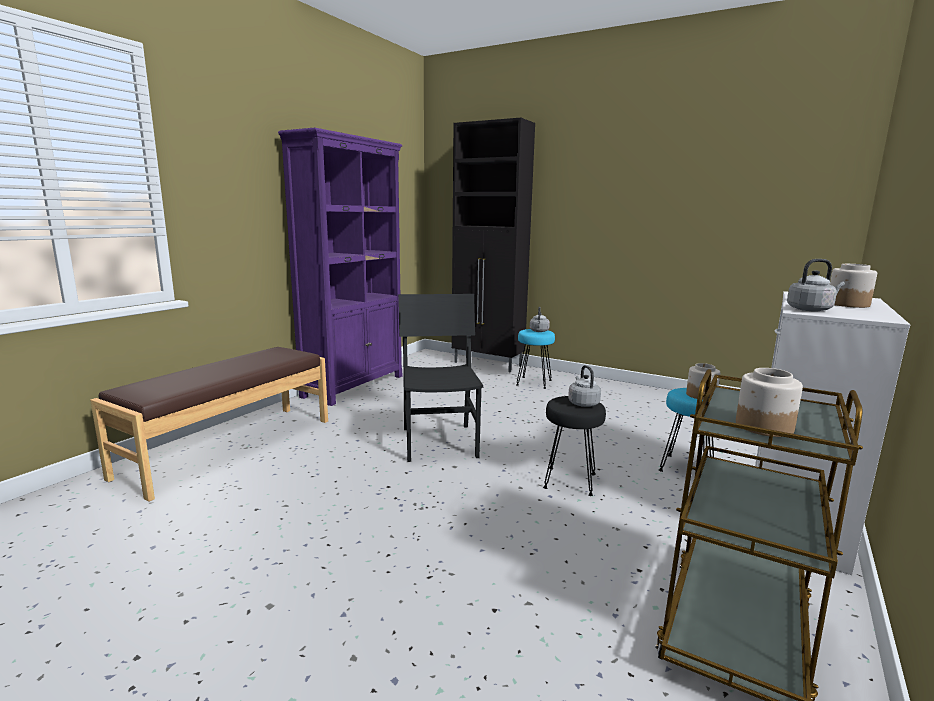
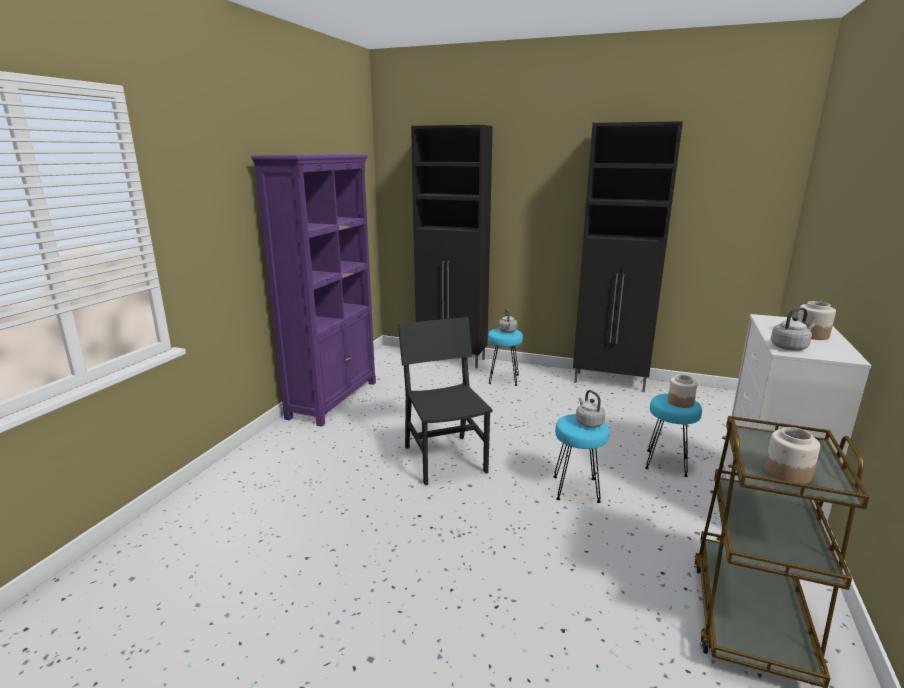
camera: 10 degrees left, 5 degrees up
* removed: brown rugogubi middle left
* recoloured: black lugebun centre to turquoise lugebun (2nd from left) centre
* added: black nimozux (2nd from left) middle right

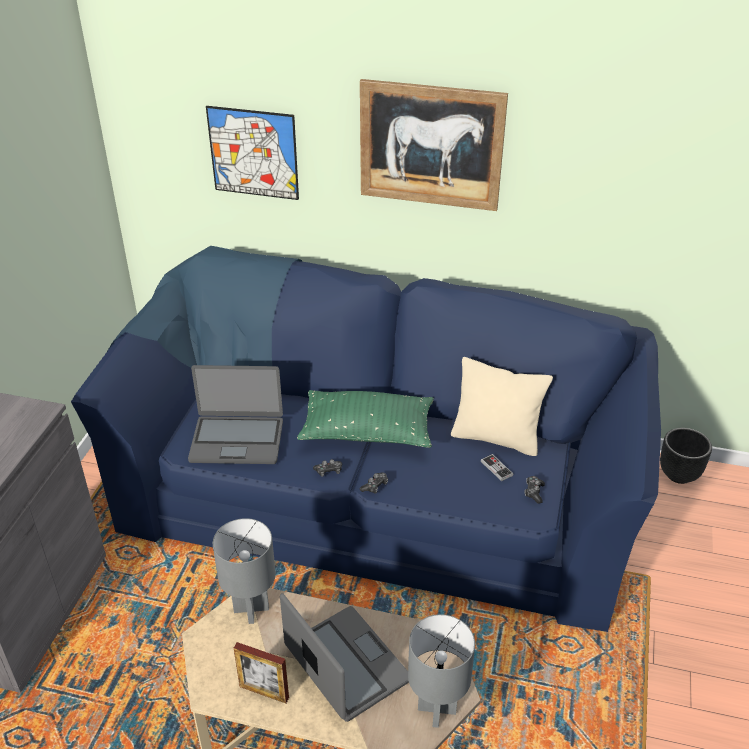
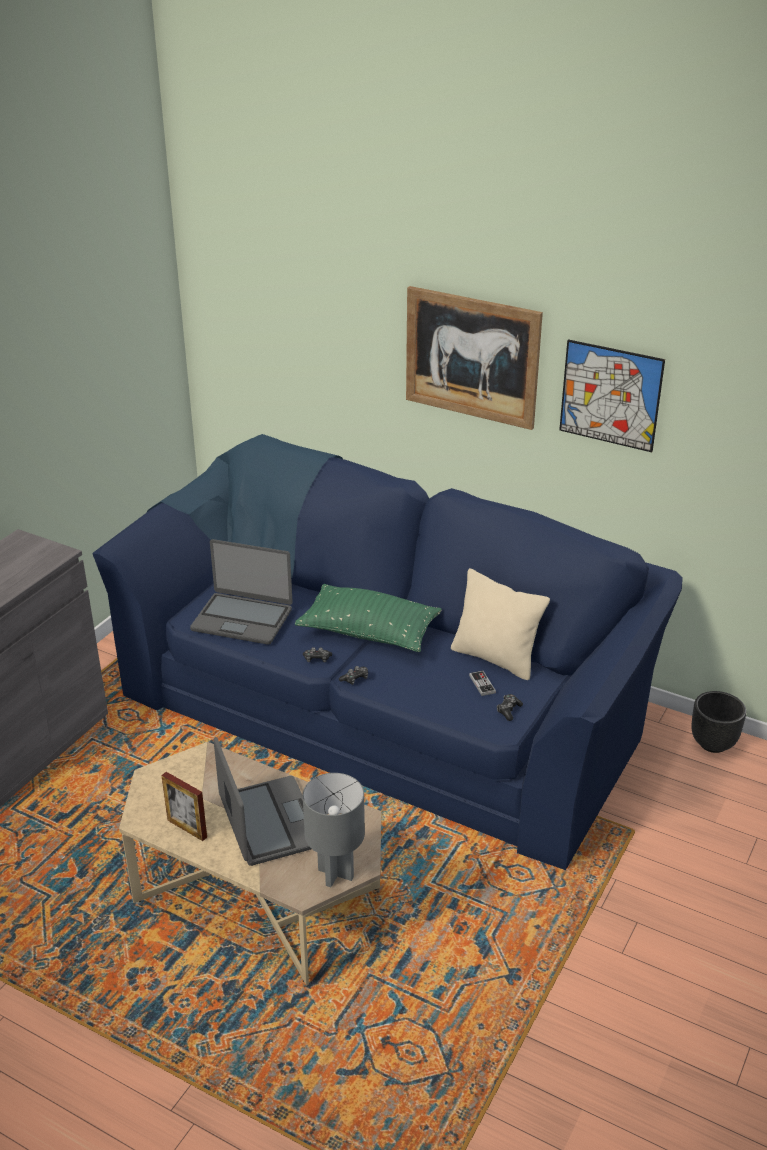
camera: 15 degrees right, 5 degrees down
* moved: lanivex (1st from left in the first image) top centre to lanivex (2nd from left) middle right
* removed: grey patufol (1st from left) bottom left

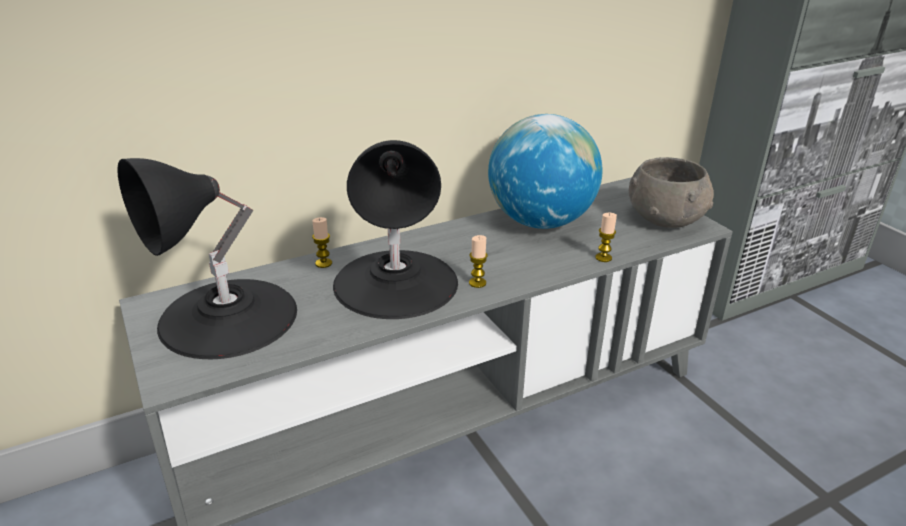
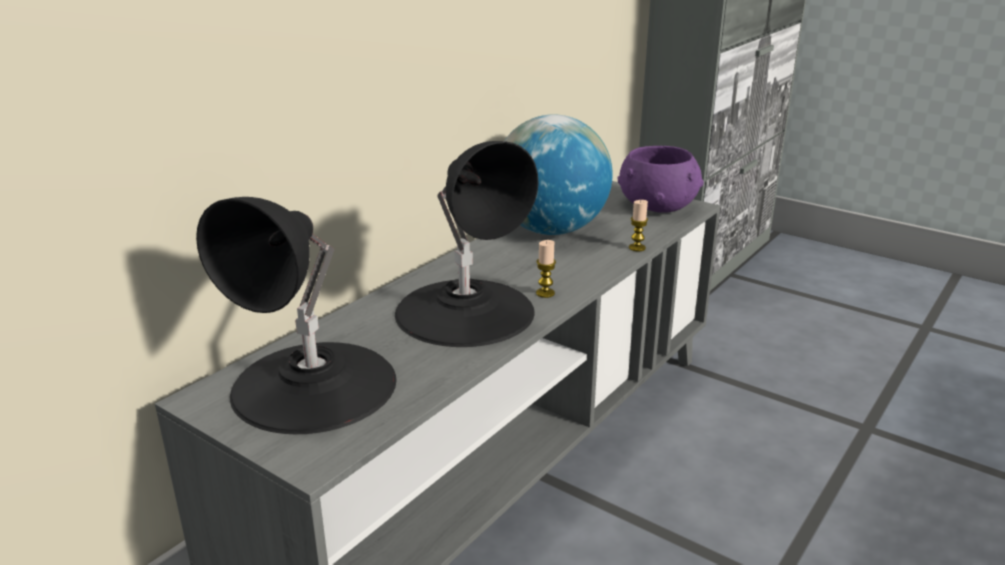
camera: 25 degrees left, 5 degrees down
* recoloured: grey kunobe middle right to purple kunobe top centre
* removed: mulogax (1st from left) centre

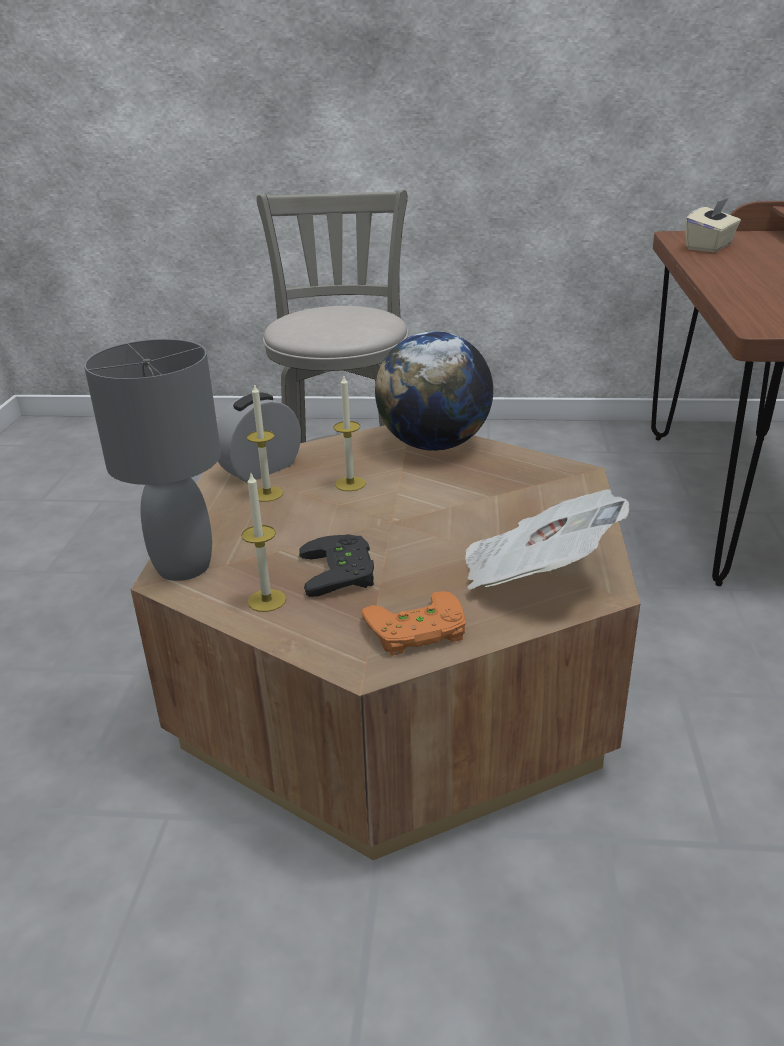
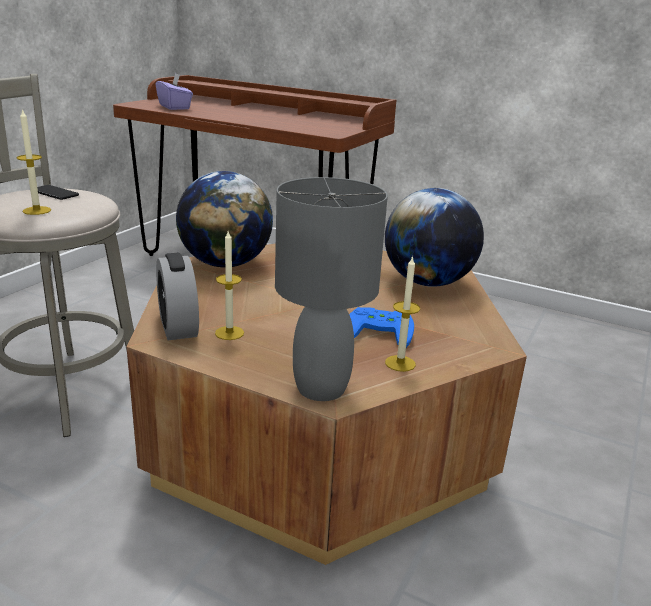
camera: 70 degrees left, 5 degrees down
* recoloured: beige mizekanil top right to purple mizekanil top left
* moved: mulogax (3rd from left in the first image) centre to mulogax (1st from left) top left
* replaced: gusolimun middle right to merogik (2nd from left) middle right
* recoloured: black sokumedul centre to blue sokumedul centre
* removed: orange sokumedul centre
* added: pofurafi top left

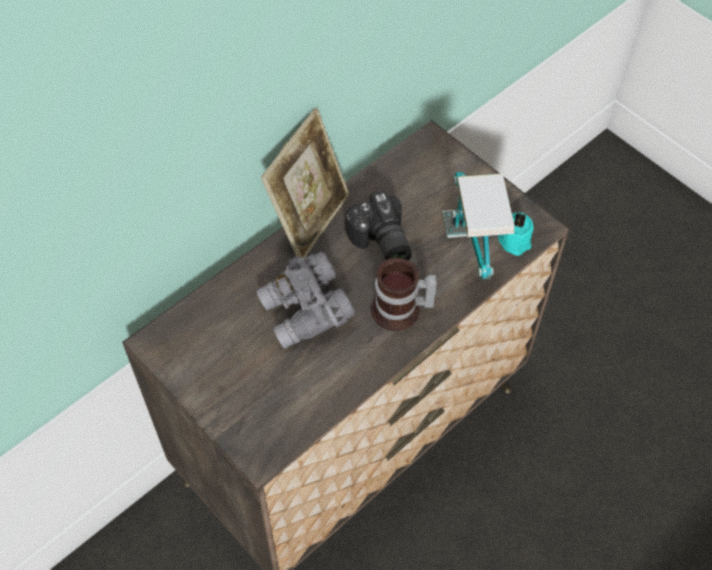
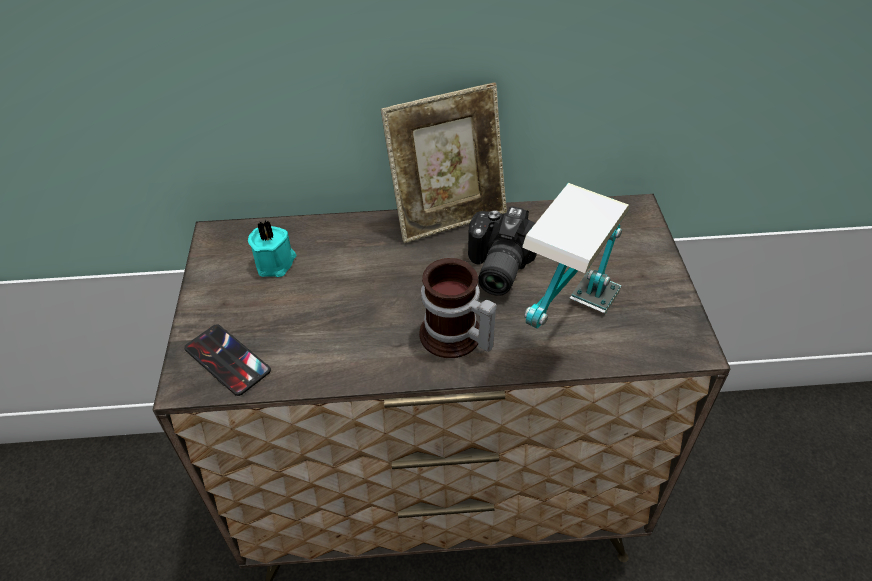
camera: 40 degrees right, 10 degrees down
* moved: turquoise mulogax middle right to middle left
* removed: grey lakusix centre
* added: pofurafi middle left

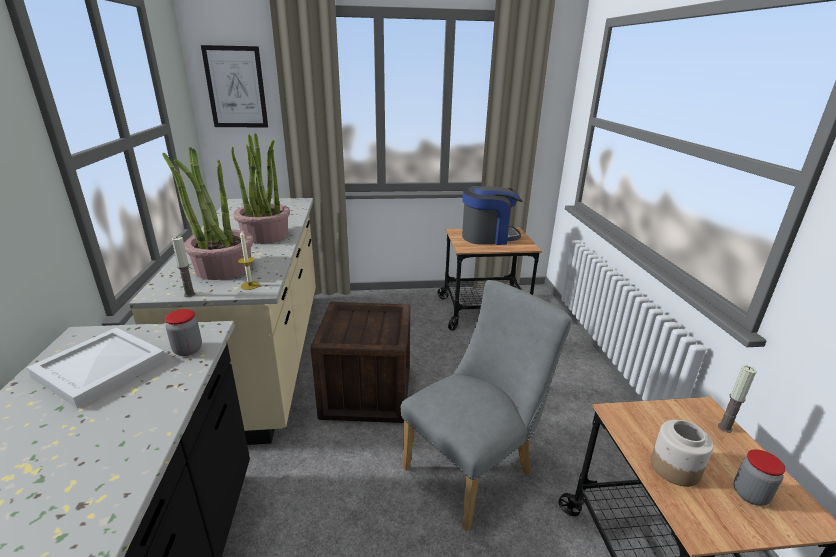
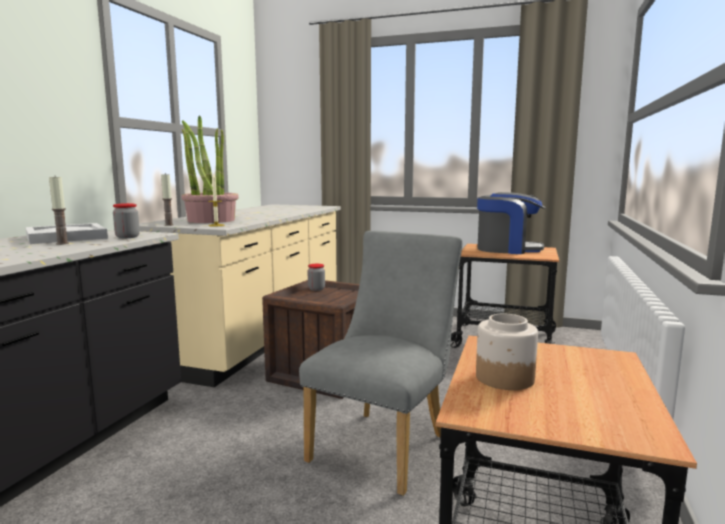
camera: 25 degrees right, 15 degrees down
* removed: lanivex top left
* removed: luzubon (2nd from left) middle left
* turned: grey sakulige bottom centre = bottom centre 45 degrees counterclockwise
* moved: mulogax (3rd from left in the first image) bottom right to mulogax (1st from left) middle left
* moved: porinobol (3rd from left in the first image) bottom right to porinobol (2nd from left) centre

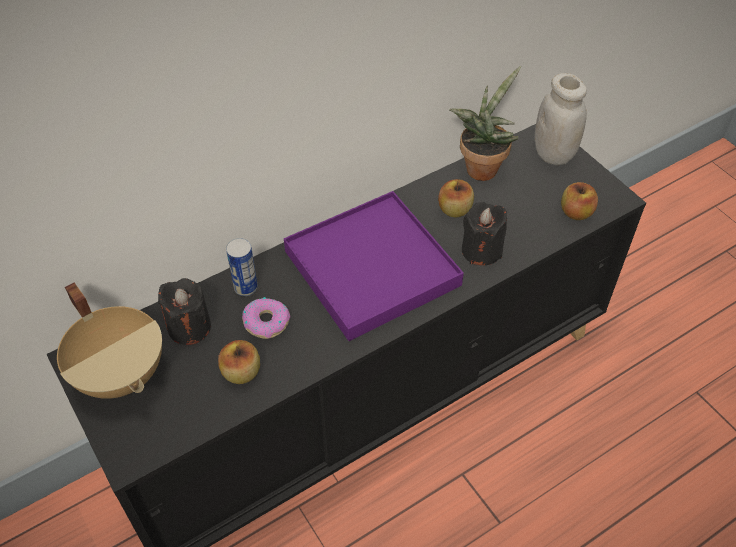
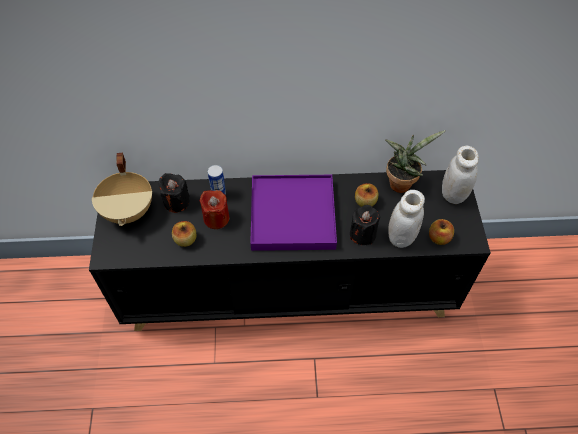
camera: 30 degrees right, 5 degrees up
* replaced: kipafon centre to red mulogax centre
* added: white porinobol (1st from left) middle right

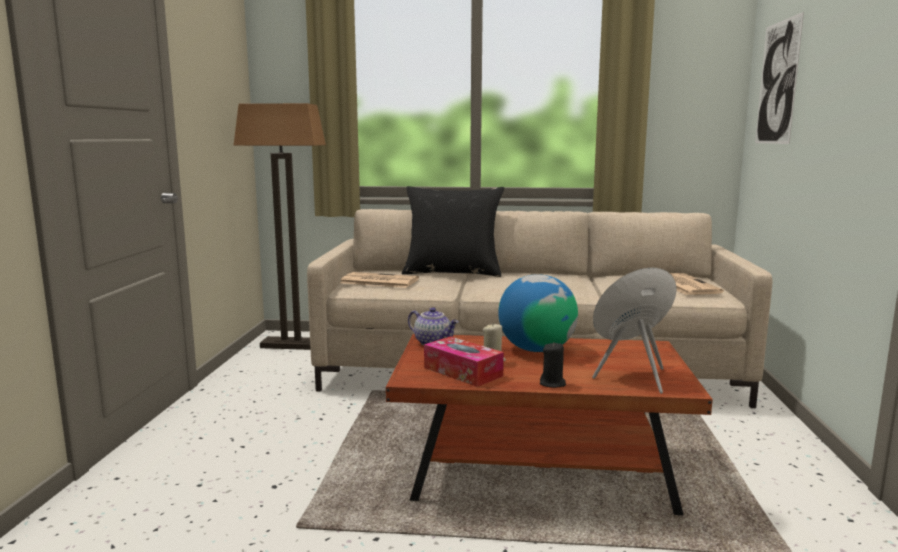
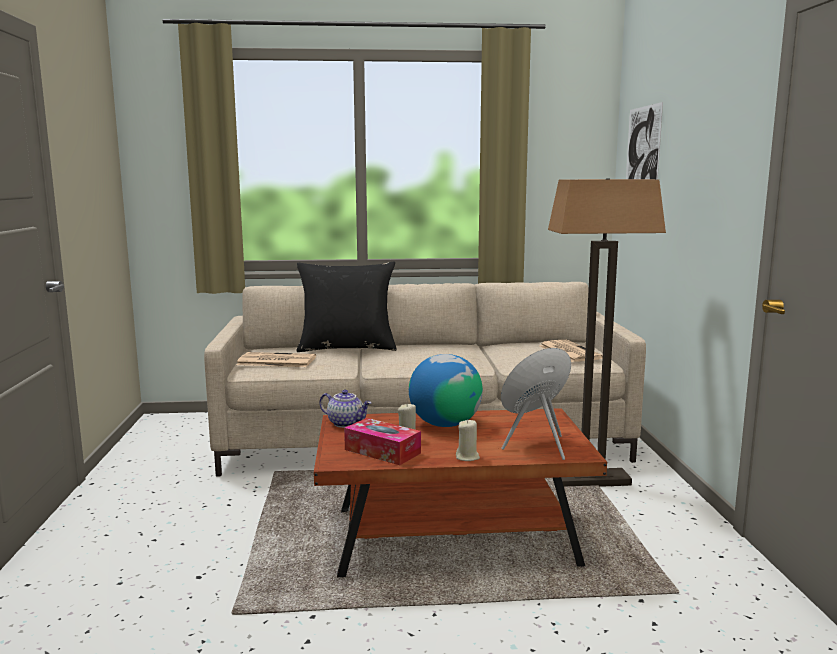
camera: 10 degrees left, 0 degrees up
* moved: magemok middle left to middle right
* recoloured: black mulogax centre to beige mulogax (2nd from left) bottom centre

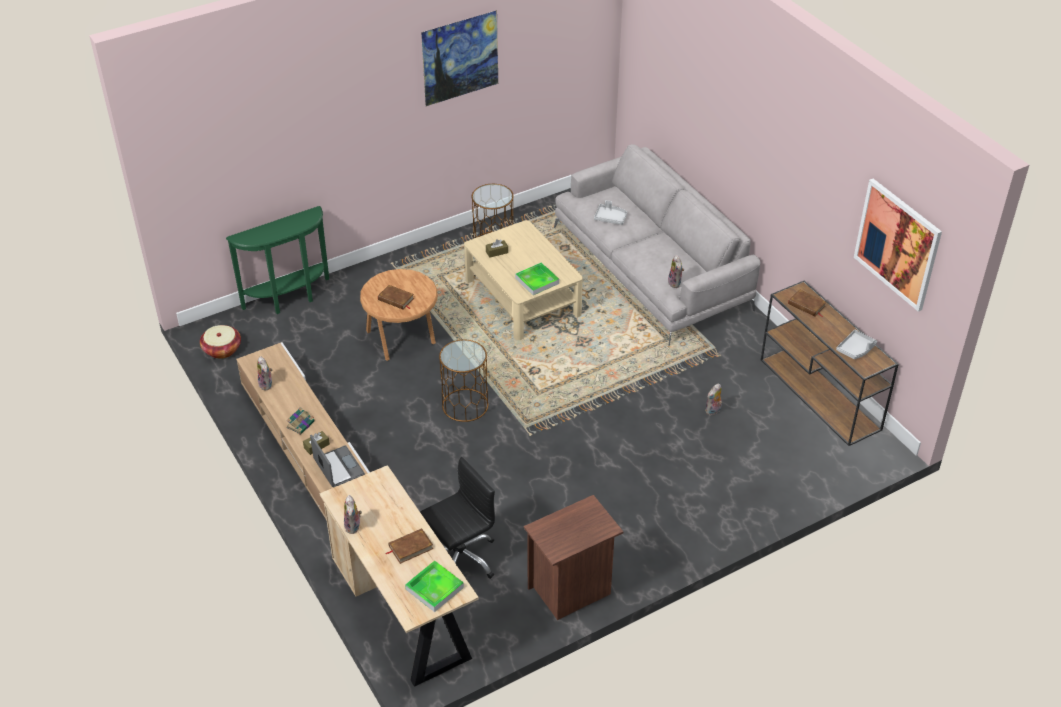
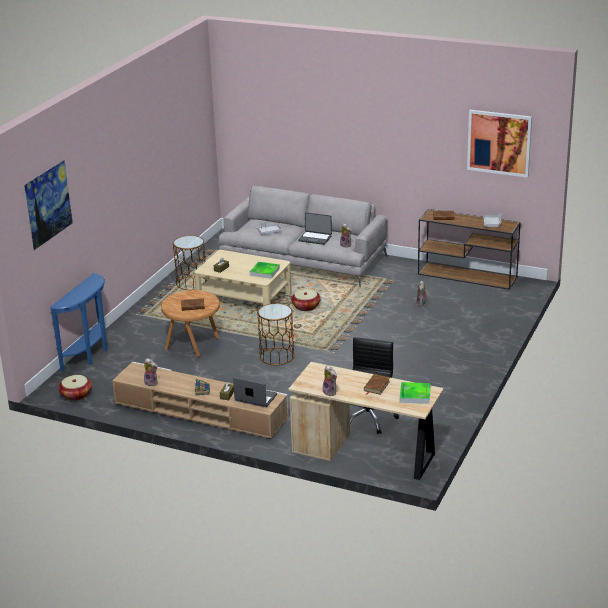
camera: 35 degrees left, 15 degrees down
* moved: lanivex (1st from left) top centre to middle left
* recoloured: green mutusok middle left to blue mutusok middle left
* removed: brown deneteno bottom centre
* added: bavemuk (2nd from left) centre
* added: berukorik (2nd from left) centre

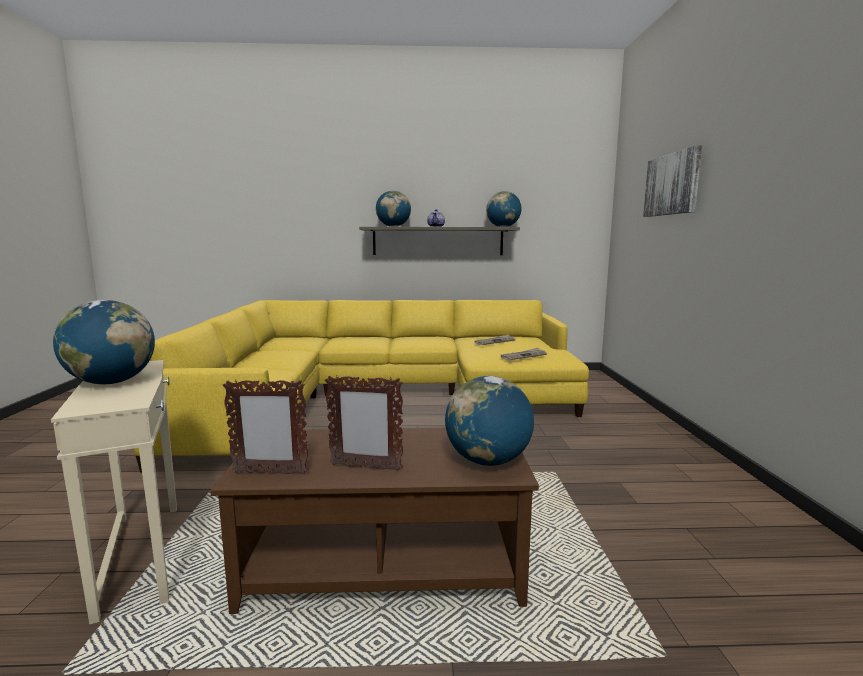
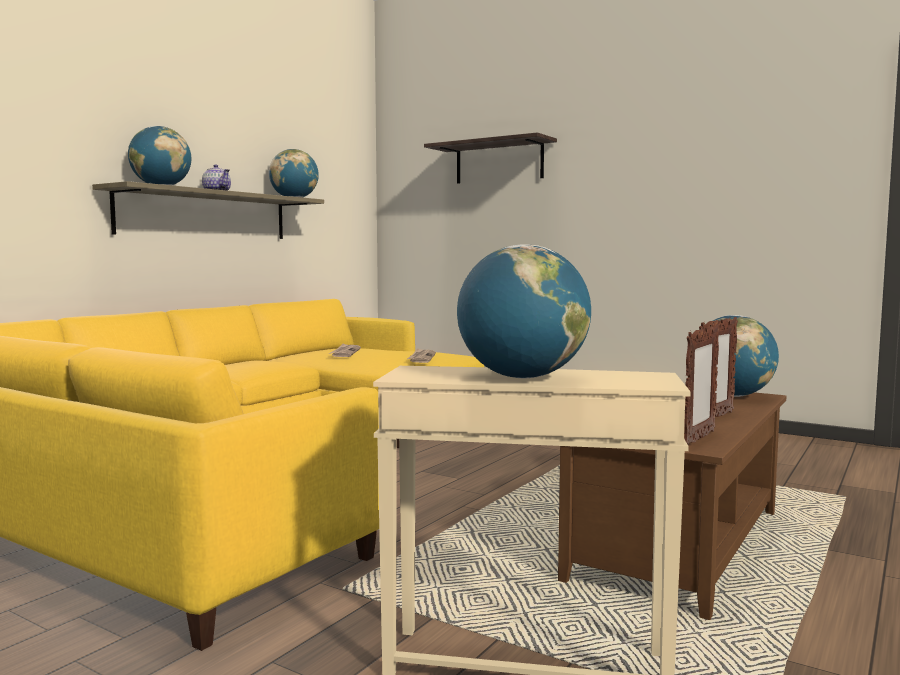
camera: 55 degrees left, 5 degrees down
* replaced: lanivex top right to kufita (2nd from left) top centre

